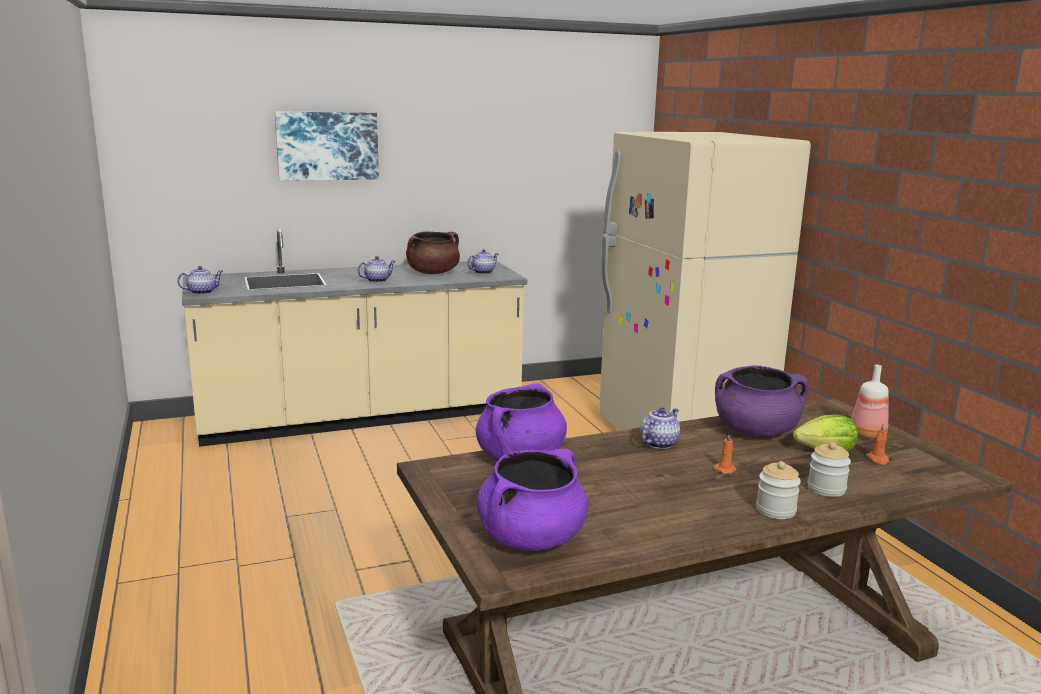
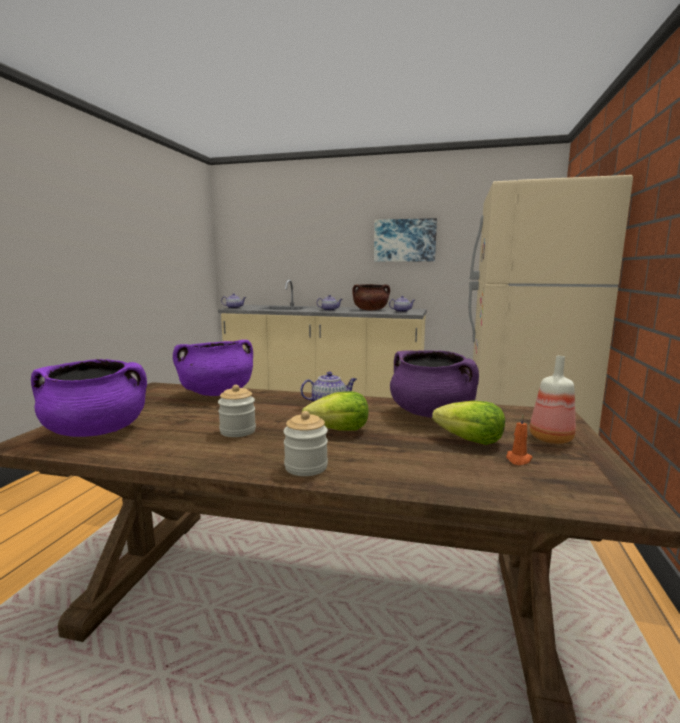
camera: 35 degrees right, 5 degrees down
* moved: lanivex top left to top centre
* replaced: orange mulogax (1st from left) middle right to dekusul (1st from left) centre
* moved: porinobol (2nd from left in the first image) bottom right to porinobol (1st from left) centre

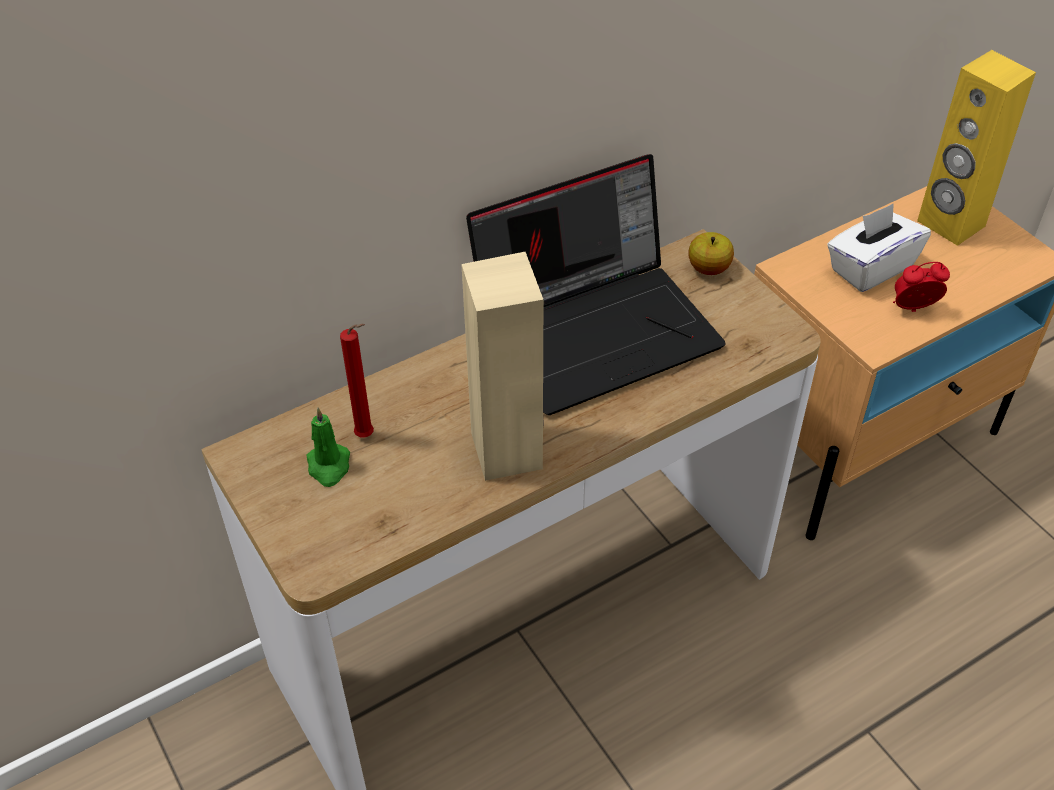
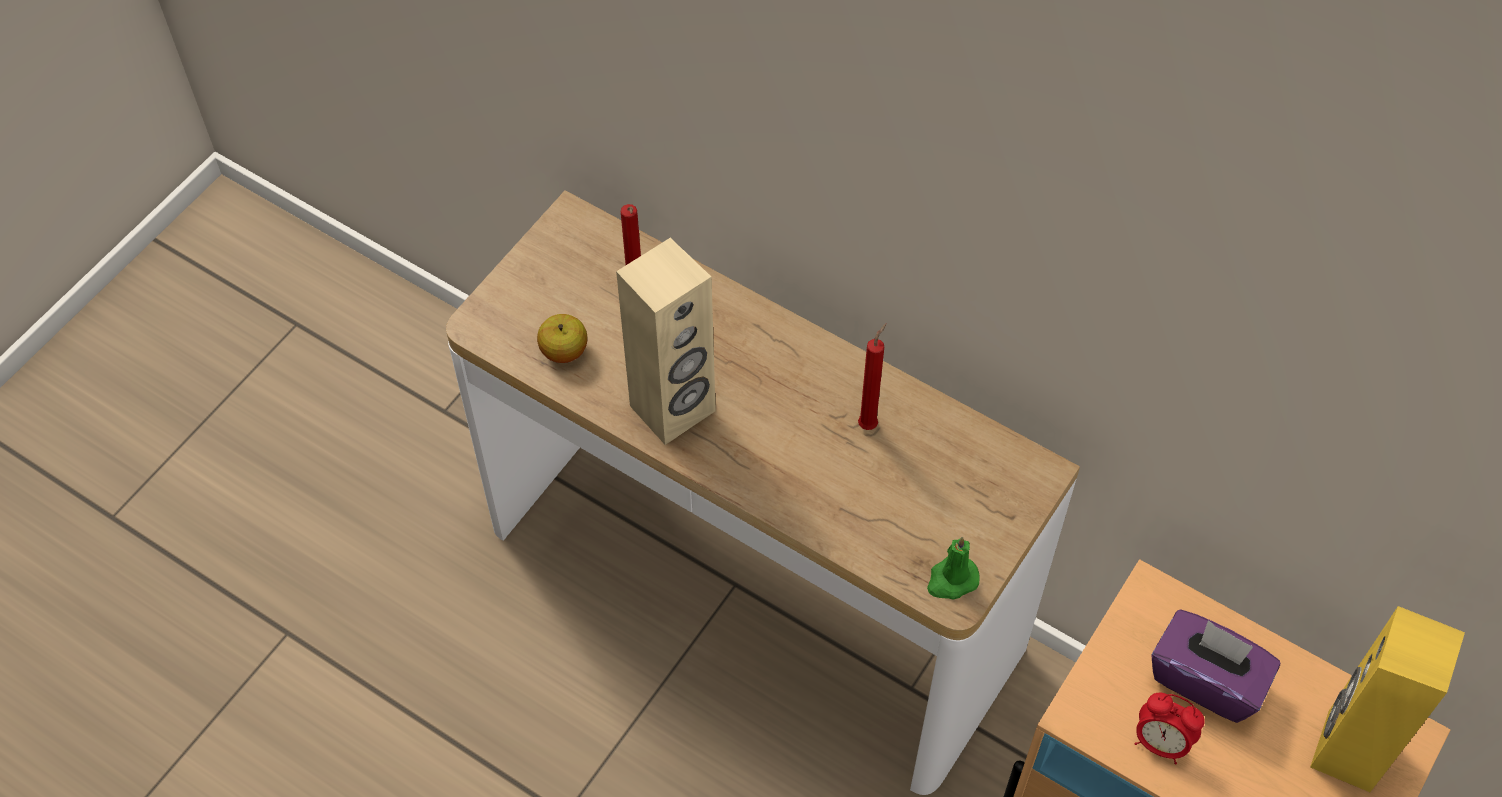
camera: 65 degrees right, 10 degrees up
* replaced: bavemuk centre to red mulogax (2nd from left) centre
* recoloured: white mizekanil top right to purple mizekanil bottom right
* moved: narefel top right to centre
* turned: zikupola middle right = bottom right 150 degrees clockwise
* moved: green mulogax middle left to bottom centre

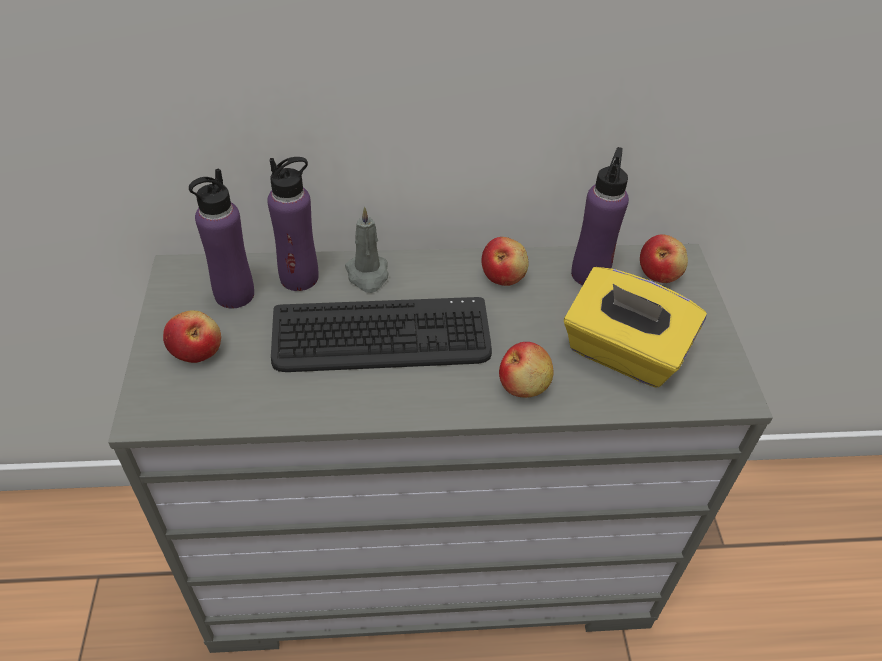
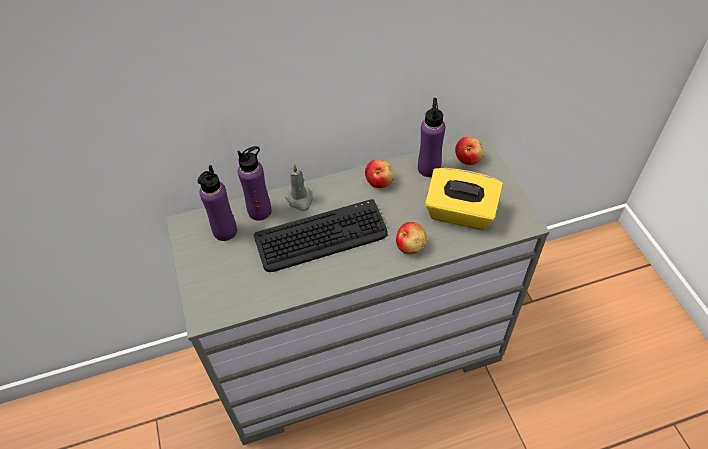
camera: 10 degrees left, 5 degrees up
* removed: narefel (1st from left) middle left

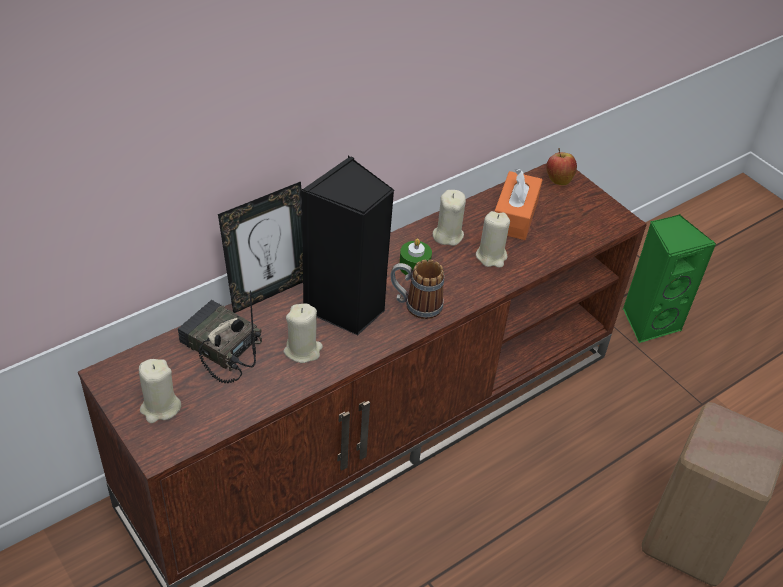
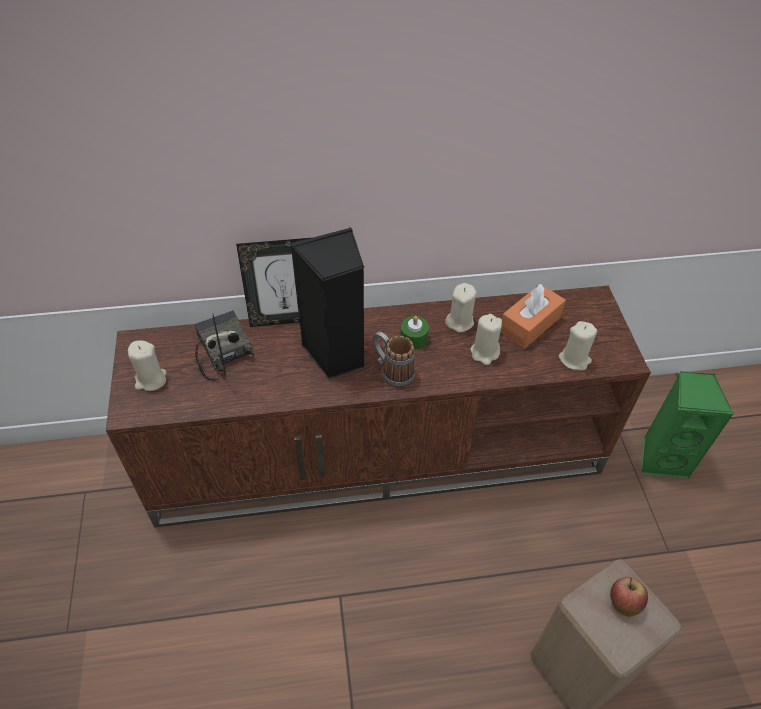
camera: 30 degrees right, 5 degrees up
* moved: narefel top right to bottom right
* moved: beige mulogax (2nd from left in the first image) centre to beige mulogax (4th from left) middle right

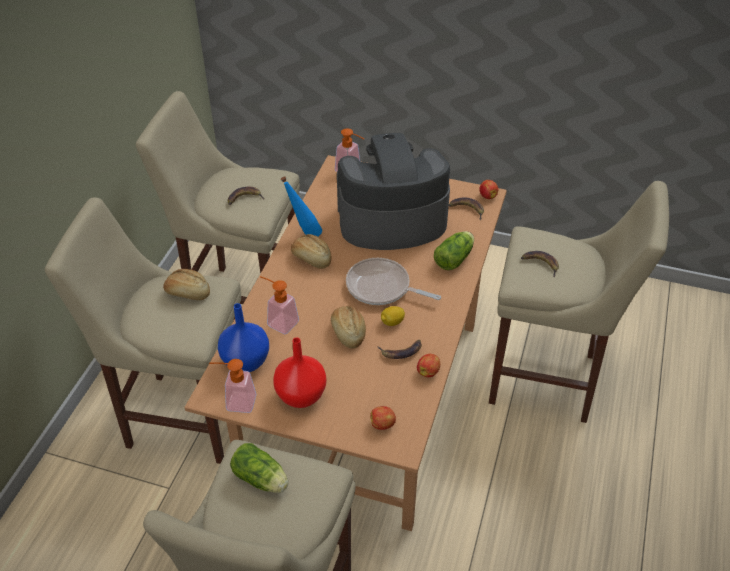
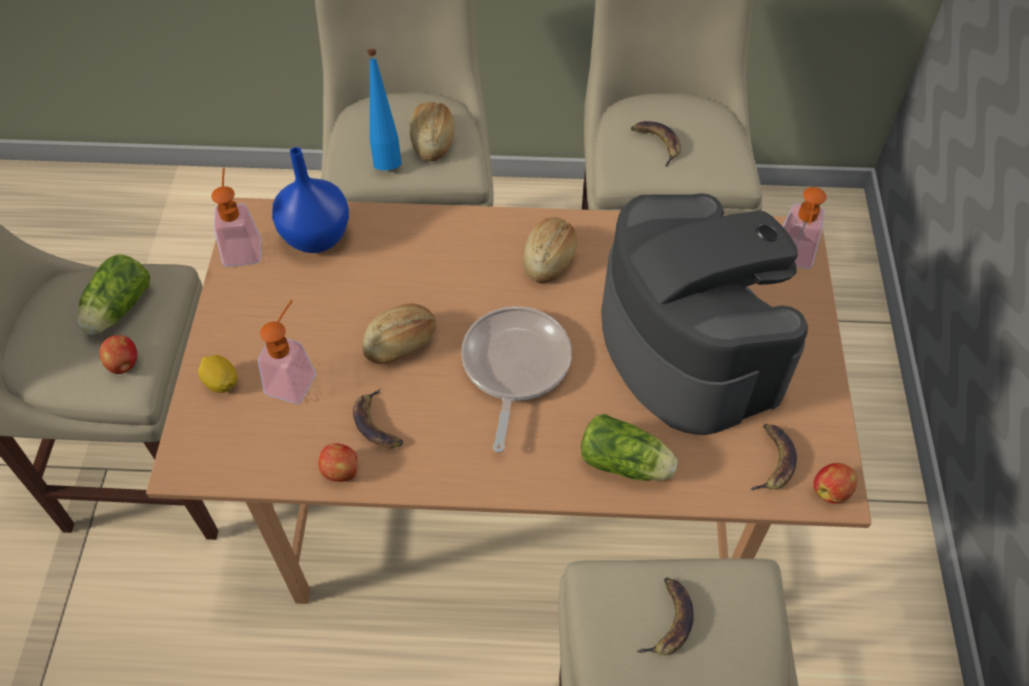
camera: 75 degrees right, 10 degrees up
* moved: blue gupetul centre to top centre
* moved: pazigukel (2nd from left) centre to middle left
* moved: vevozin centre to middle left
* removed: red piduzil centre
* moved: narefel (1st from left) bottom centre to middle left

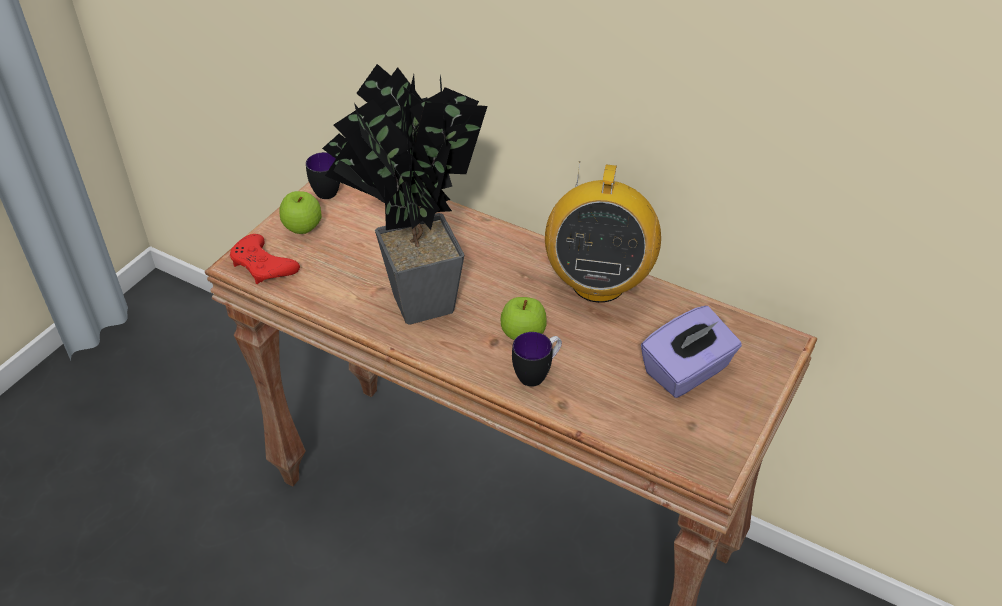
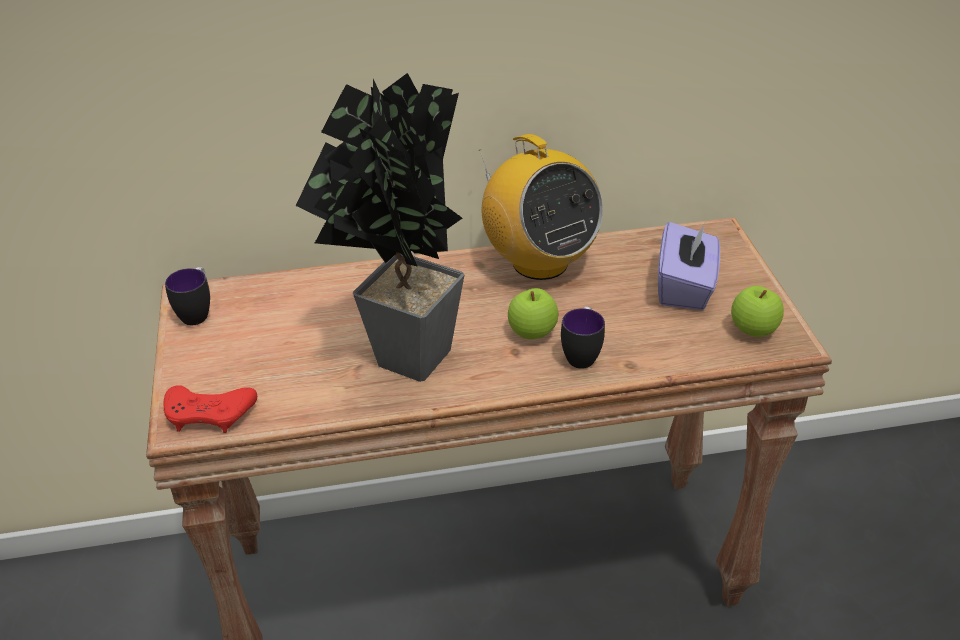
camera: 40 degrees left, 5 degrees down
* moved: narefel (1st from left in the first image) middle left to narefel (2nd from left) middle right

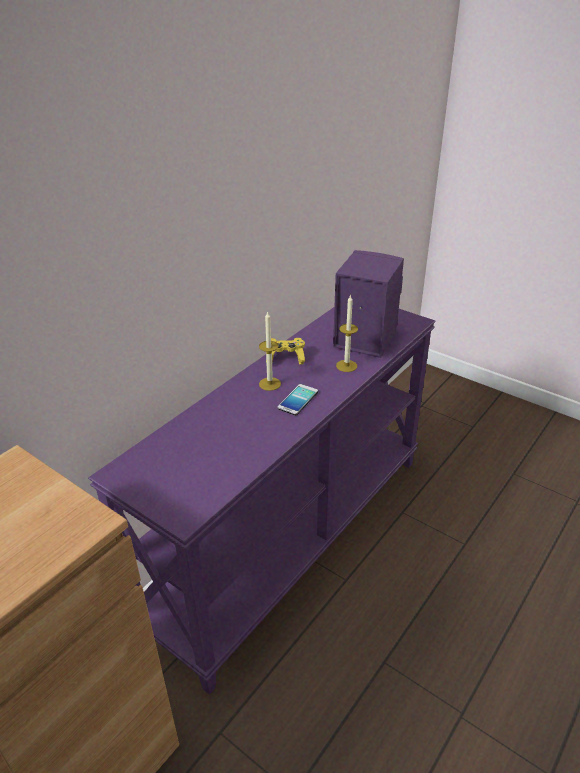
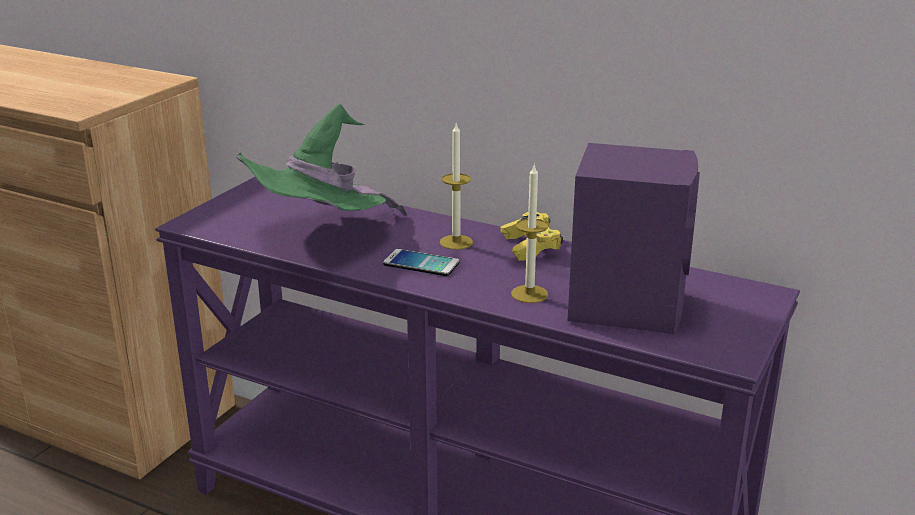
camera: 80 degrees right, 10 degrees down
* added: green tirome top centre

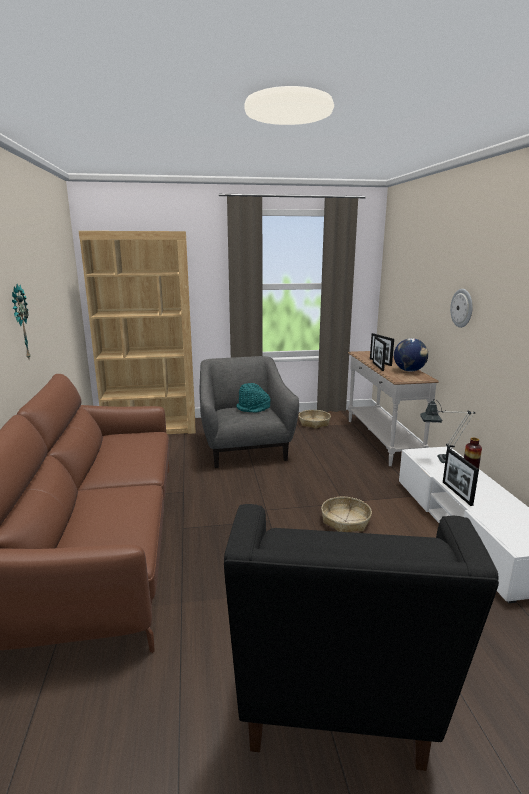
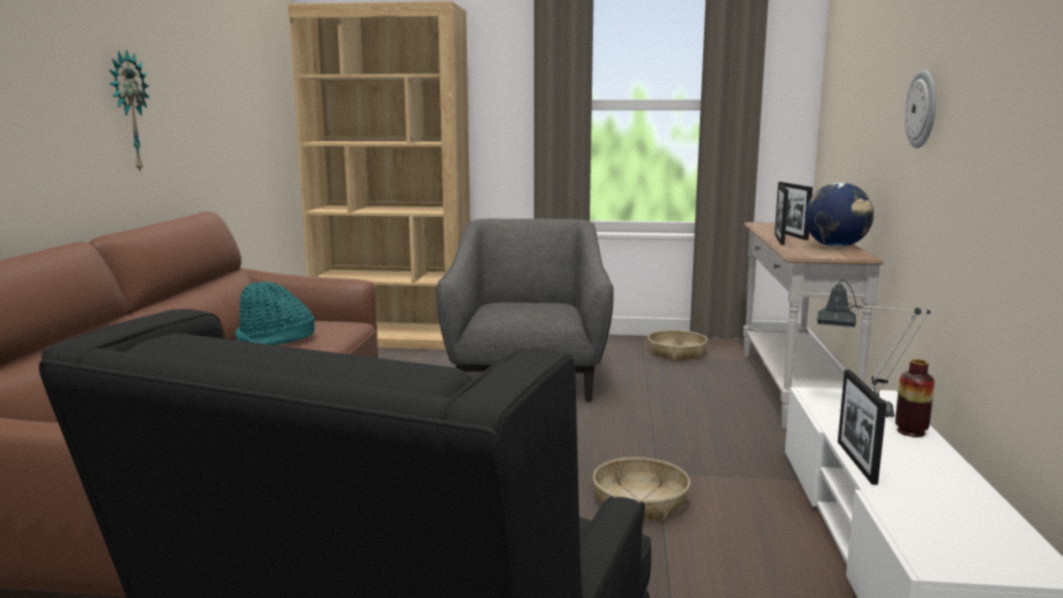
camera: 15 degrees right, 5 degrees down
* moved: turquoise tirome centre to middle left

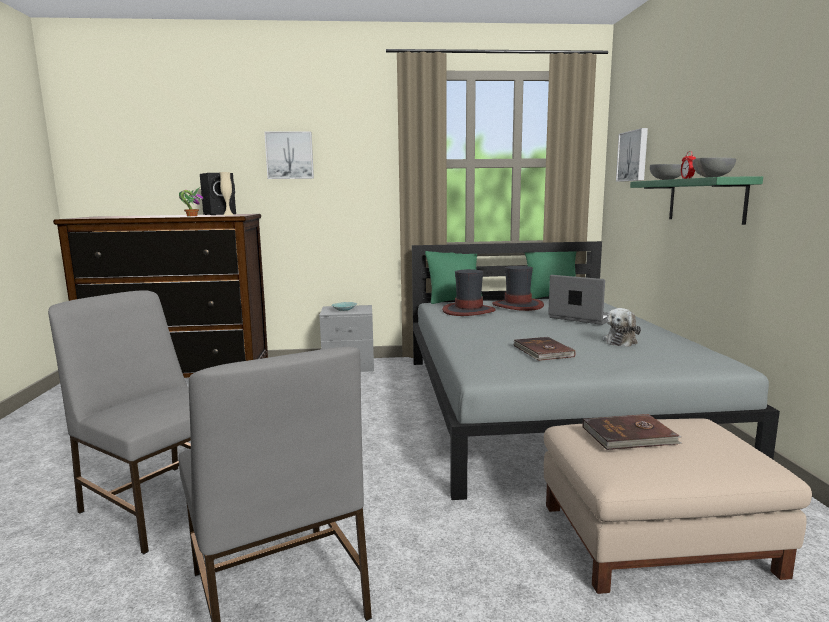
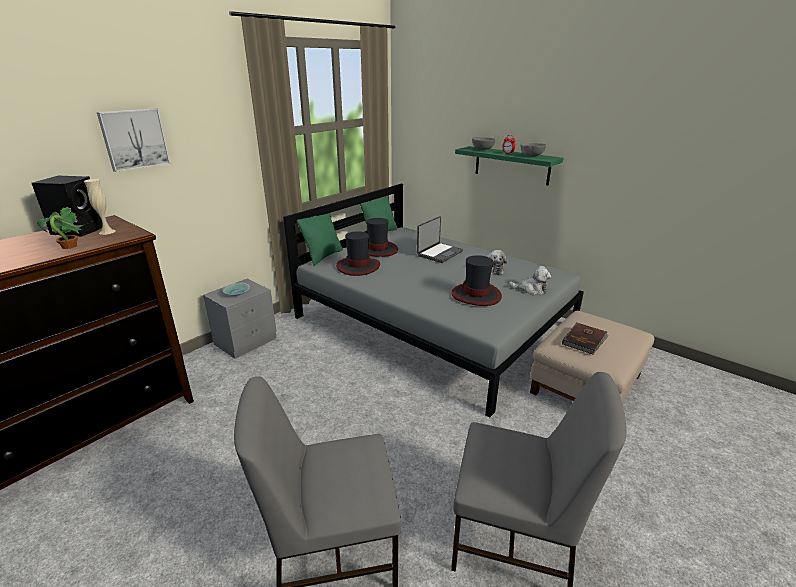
camera: 45 degrees left, 15 degrees up
* removed: lanivex (2nd from left) top right
* turned: bavemuk middle right = centre 135 degrees clockwise
* replaced: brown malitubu (1st from left) centre to tirome (3rd from left) centre
* added: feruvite (2nd from left) centre

